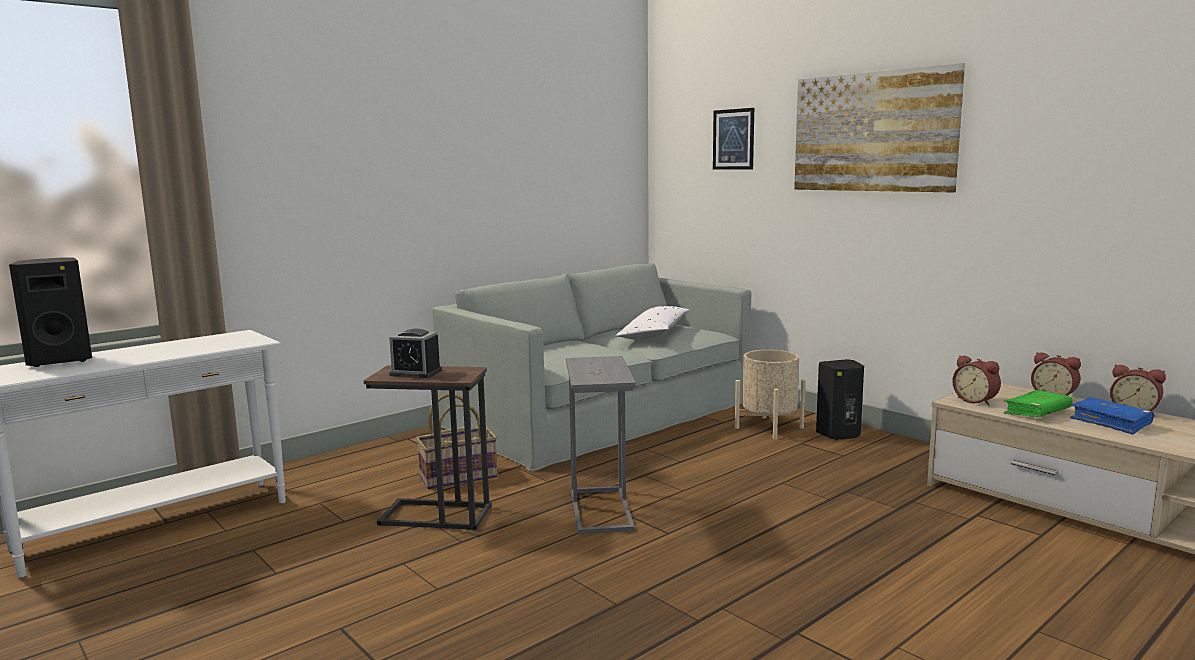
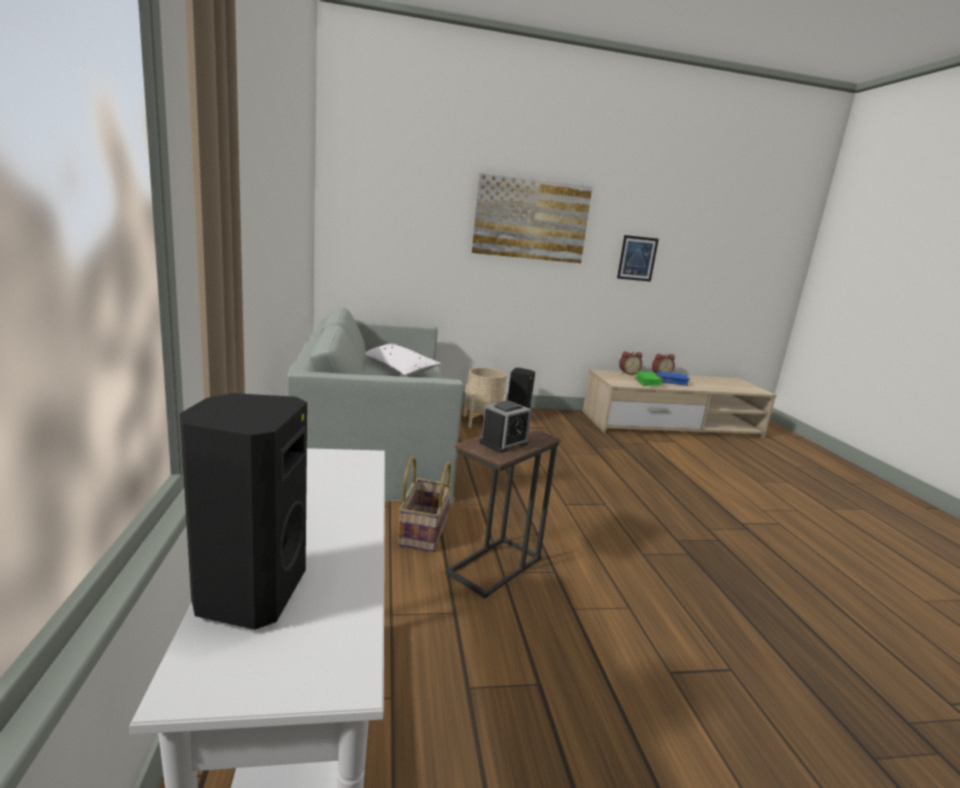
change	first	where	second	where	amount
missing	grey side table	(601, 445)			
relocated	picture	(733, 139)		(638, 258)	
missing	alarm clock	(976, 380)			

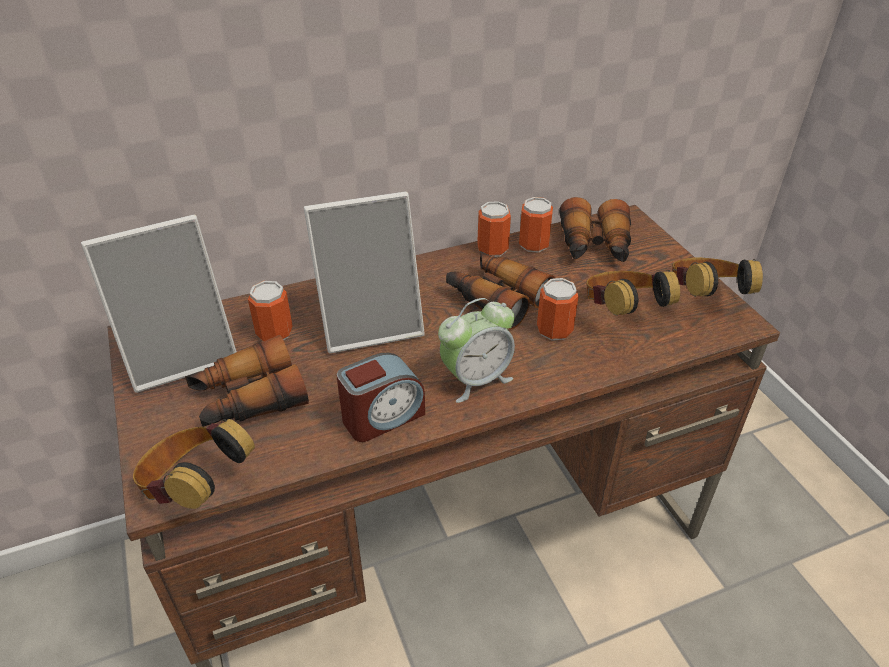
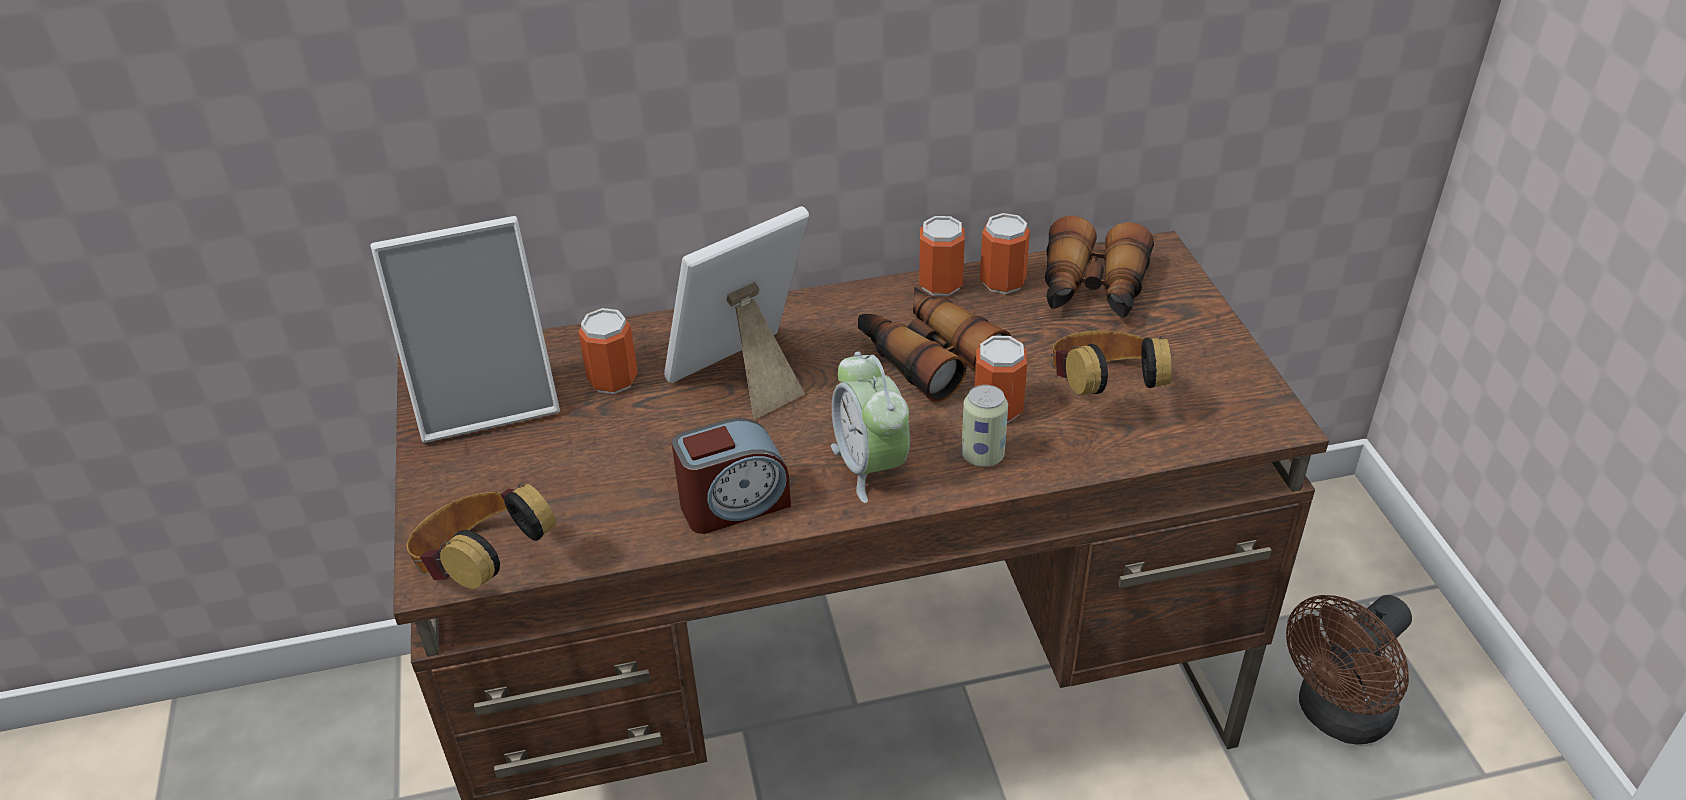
change	first	where	second	where	amount
missing	binoculars	(247, 380)			
spun	picture frame	(364, 272)		(736, 312)	150 degrees clockwise
spun	alarm clock	(476, 350)		(870, 427)	90 degrees clockwise
missing	headphones	(717, 277)			
appeared			can	(984, 426)	
appeared			brown fan	(1349, 670)	

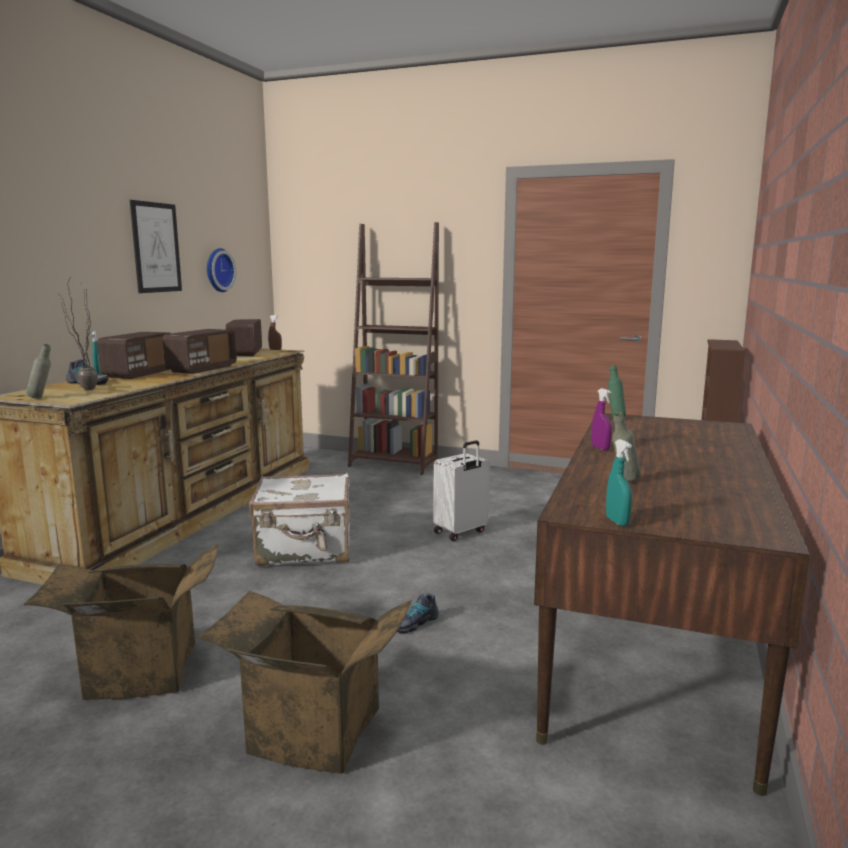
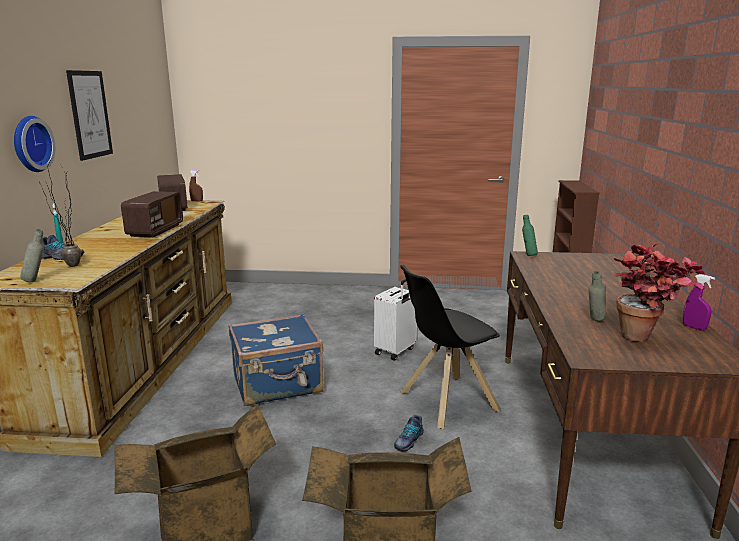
change	first	where	second	where	amount
missing	radio	(133, 355)			
relocated	wall clock	(221, 270)		(34, 144)	
colour	white suitcase	(299, 519)	blue suitcase	(275, 360)	
missing	brown bookcase	(393, 348)			
relocated	purple spray bottle	(601, 419)		(699, 302)	
missing	turquoise spray bottle	(619, 482)			
appeared			black chair	(450, 347)	
appeared			potted plant	(659, 293)	

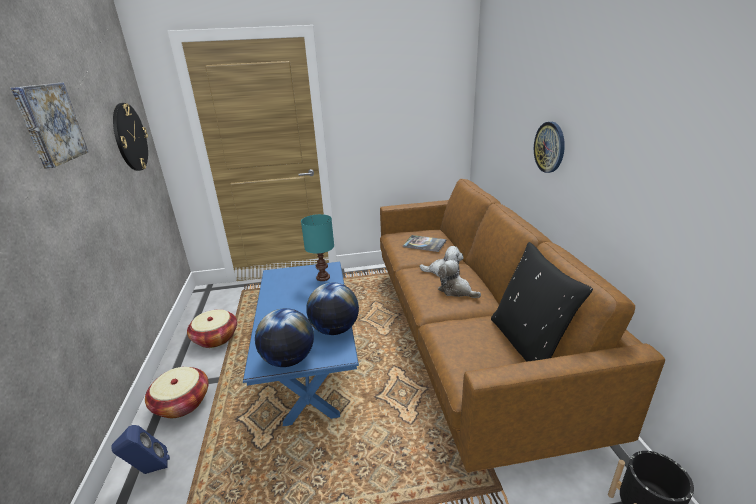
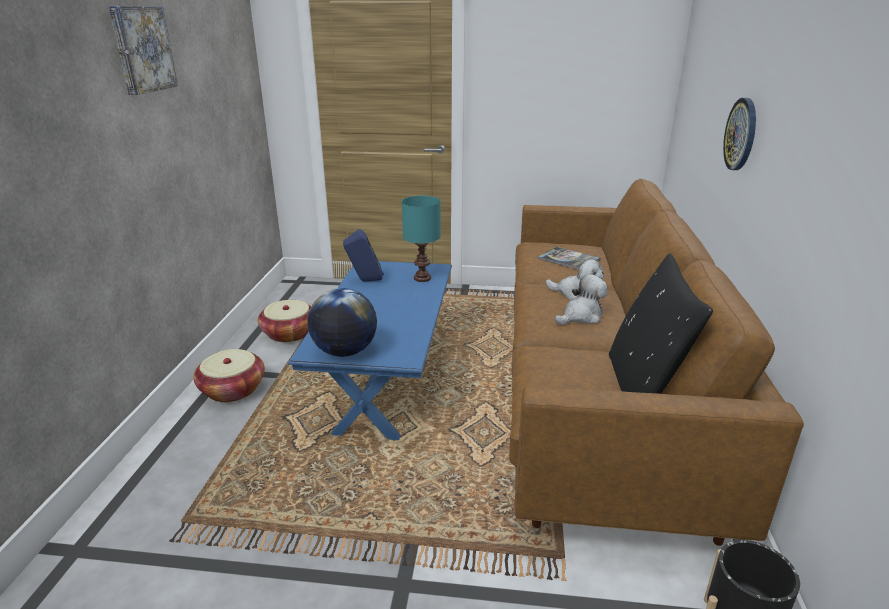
change	first	where	second	where	amount
relocated	blue speaker	(140, 449)		(363, 255)	
missing	wall clock	(130, 137)			
missing	globe	(332, 308)			
spun	plush toy	(459, 279)		(581, 299)	90 degrees clockwise

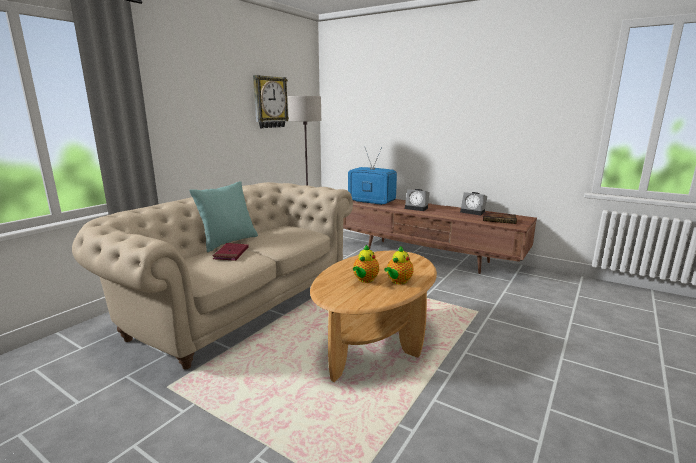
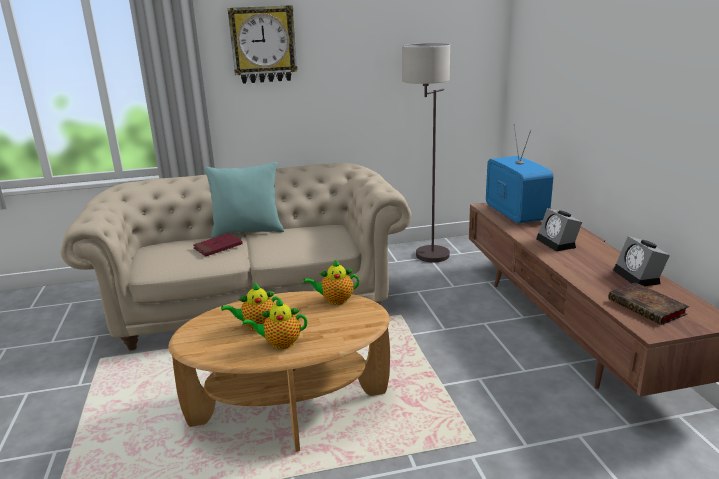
change	first	where	second	where	amount
relocated	wall clock	(271, 101)		(263, 44)	
appeared			teapot	(331, 282)	

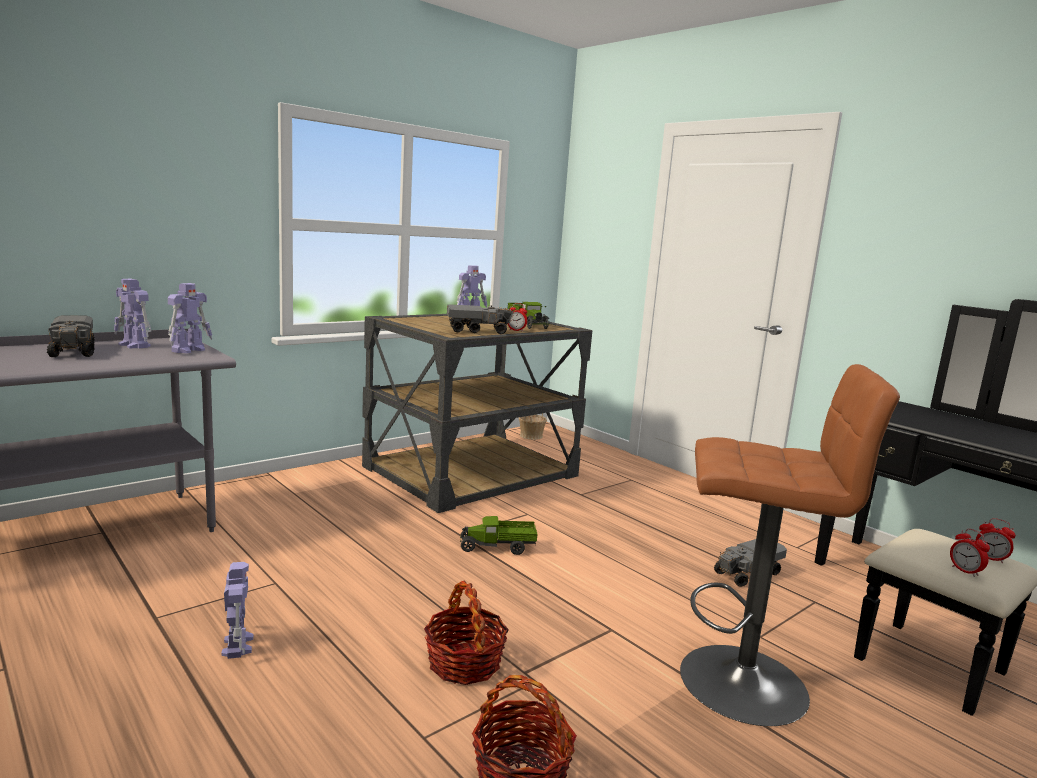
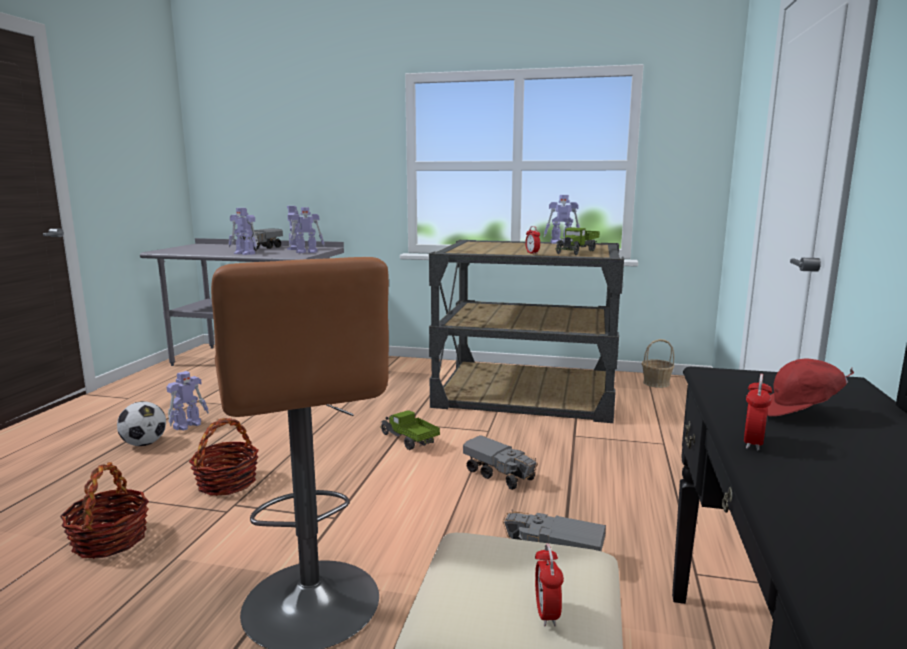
change	first	where	second	where	amount
relocated	toy truck	(480, 319)		(500, 462)	
relocated	alarm clock	(970, 553)		(758, 412)	
appeared			football	(141, 423)	
appeared			toy robot	(243, 231)	
appeared			red cap	(810, 387)	

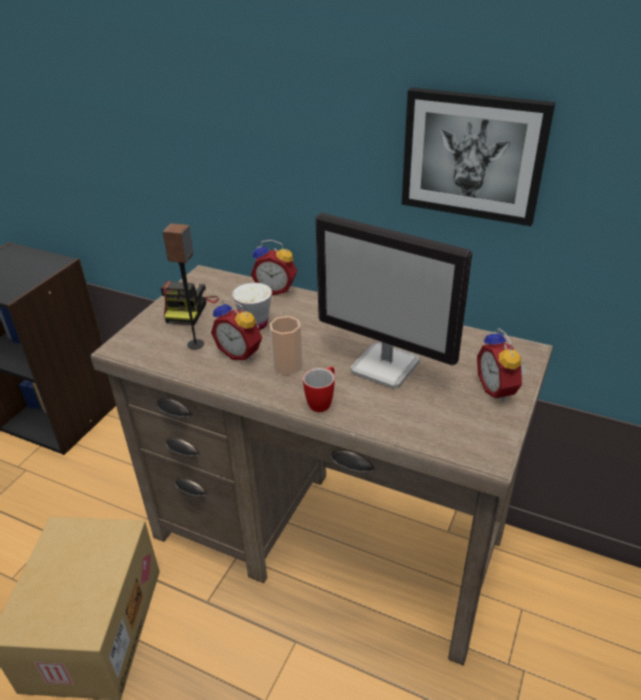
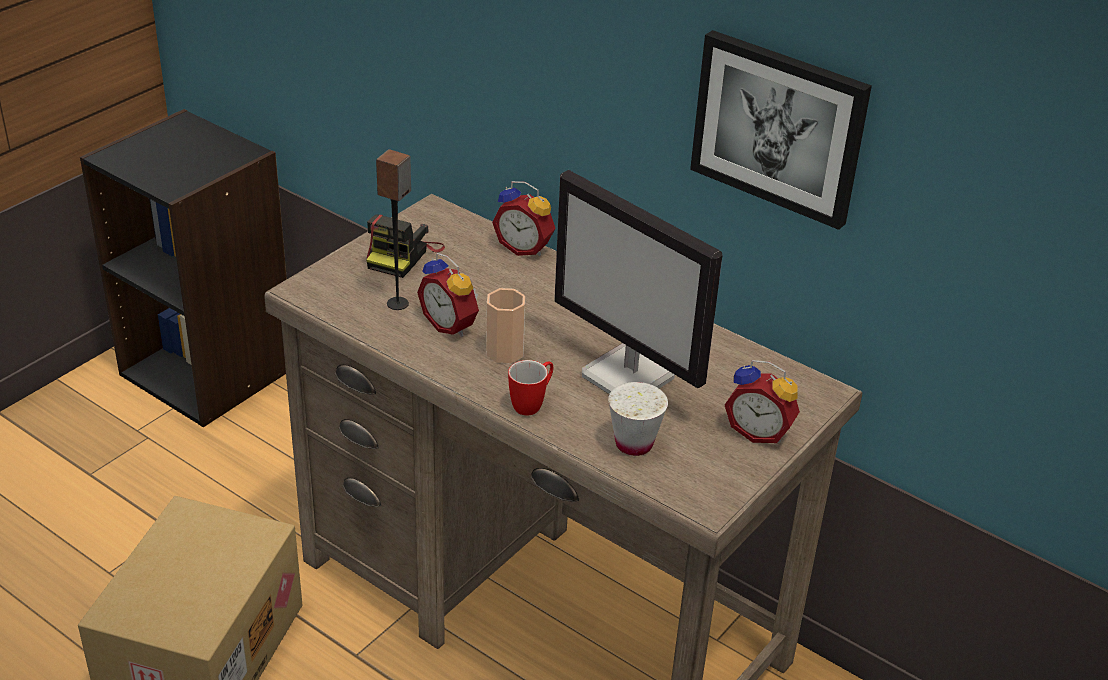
change	first	where	second	where	amount
relocated	white cup	(252, 306)		(638, 419)	
spun	alarm clock	(501, 365)		(762, 401)	60 degrees counterclockwise

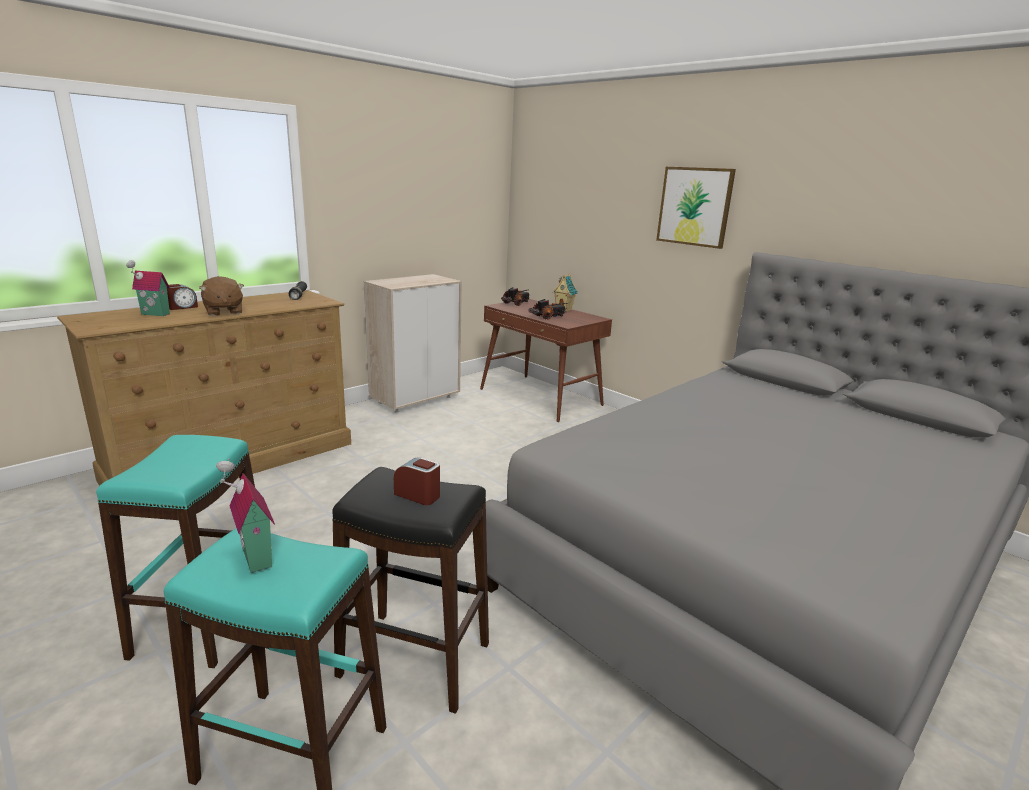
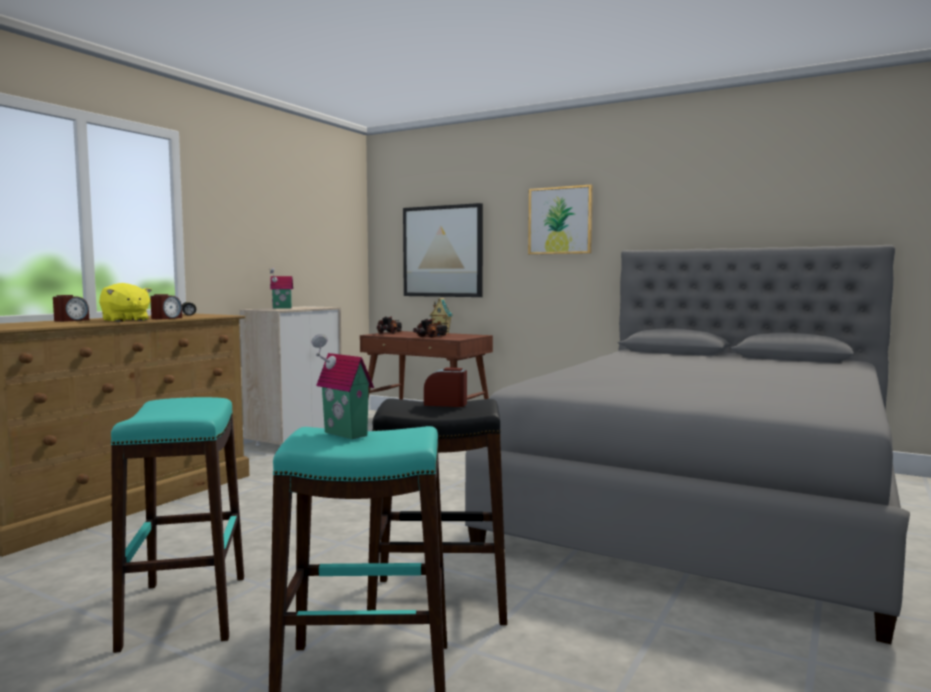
change	first	where	second	where	amount
relocated	toy house	(148, 288)		(281, 288)	
colour	brown plush toy	(221, 296)	yellow plush toy	(125, 302)	
appeared			alarm clock	(166, 306)	
appeared			picture	(443, 250)	

